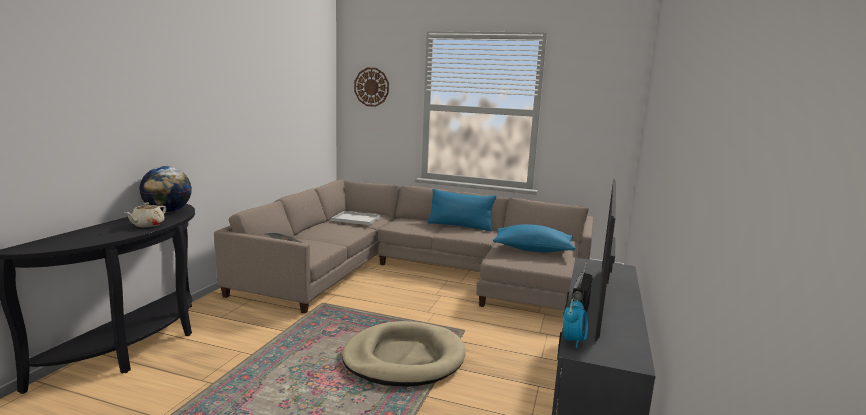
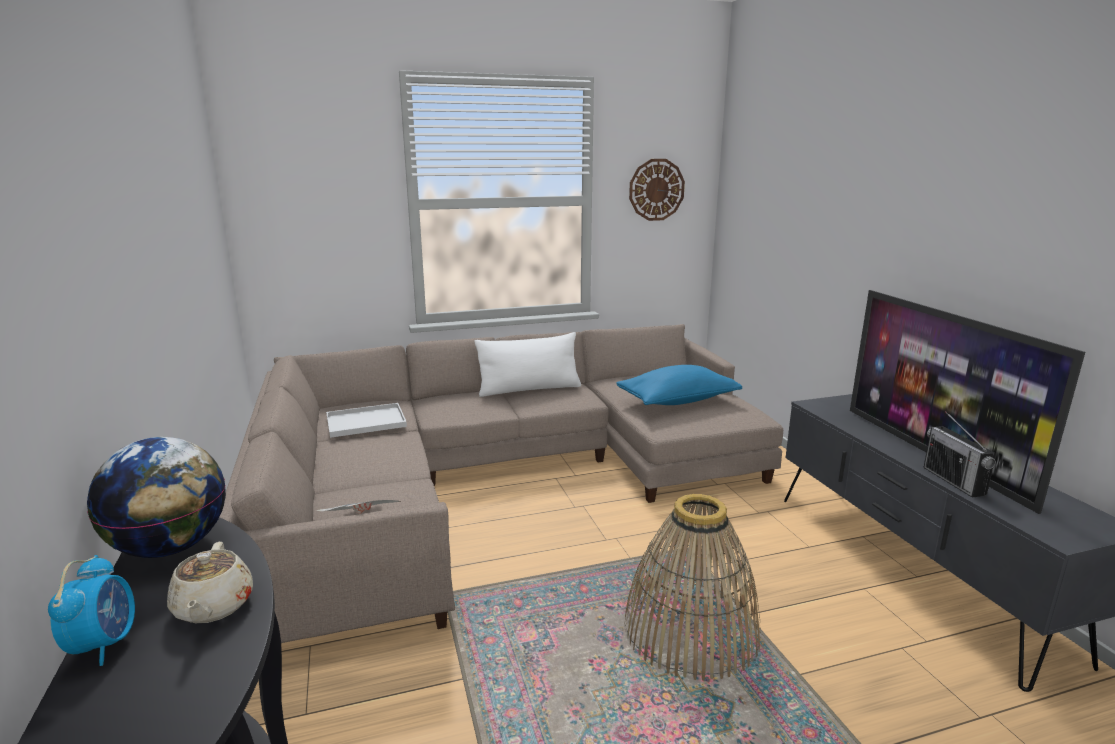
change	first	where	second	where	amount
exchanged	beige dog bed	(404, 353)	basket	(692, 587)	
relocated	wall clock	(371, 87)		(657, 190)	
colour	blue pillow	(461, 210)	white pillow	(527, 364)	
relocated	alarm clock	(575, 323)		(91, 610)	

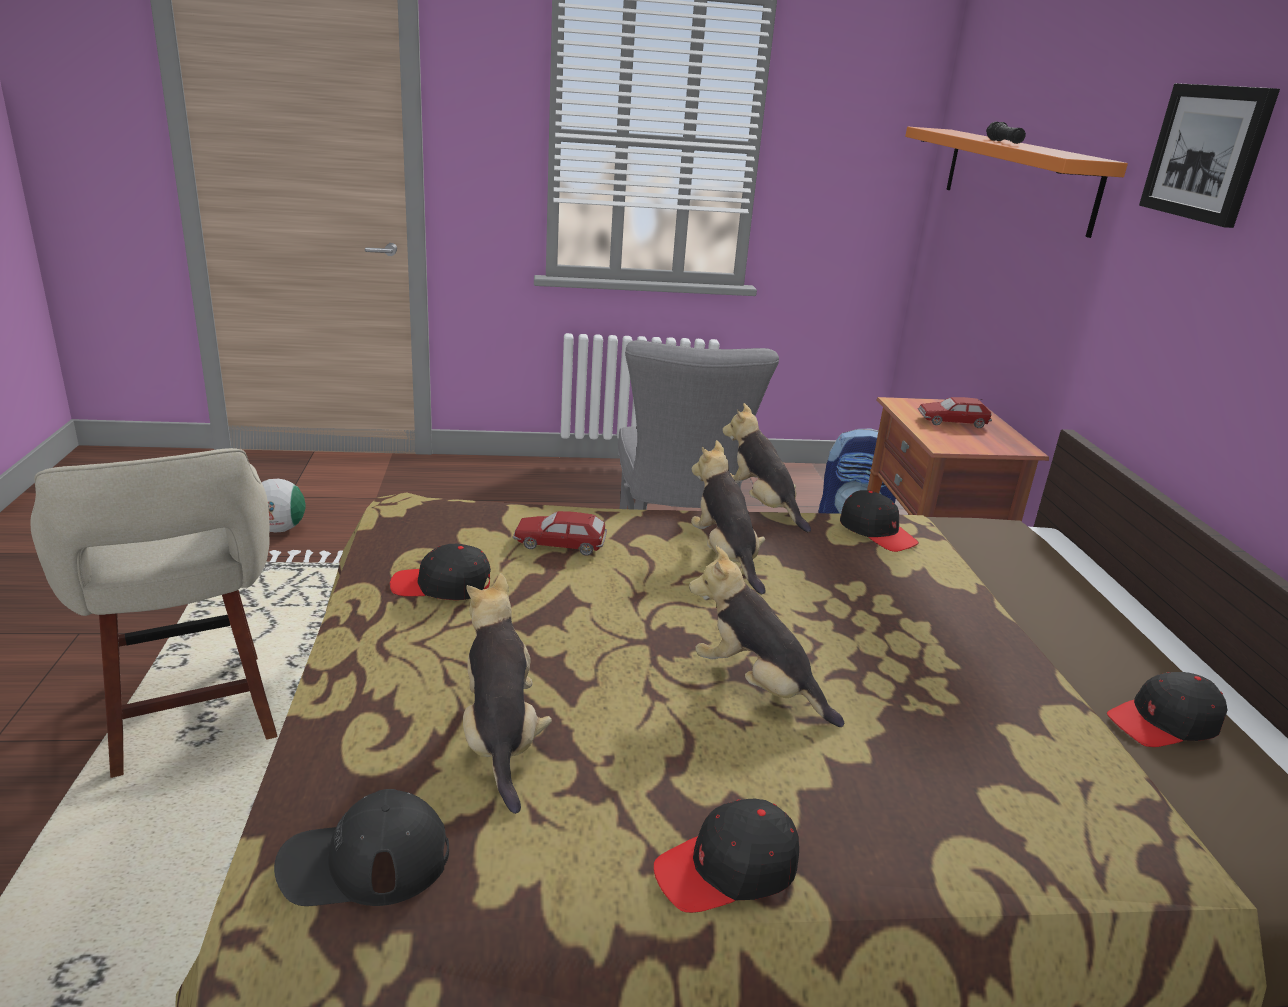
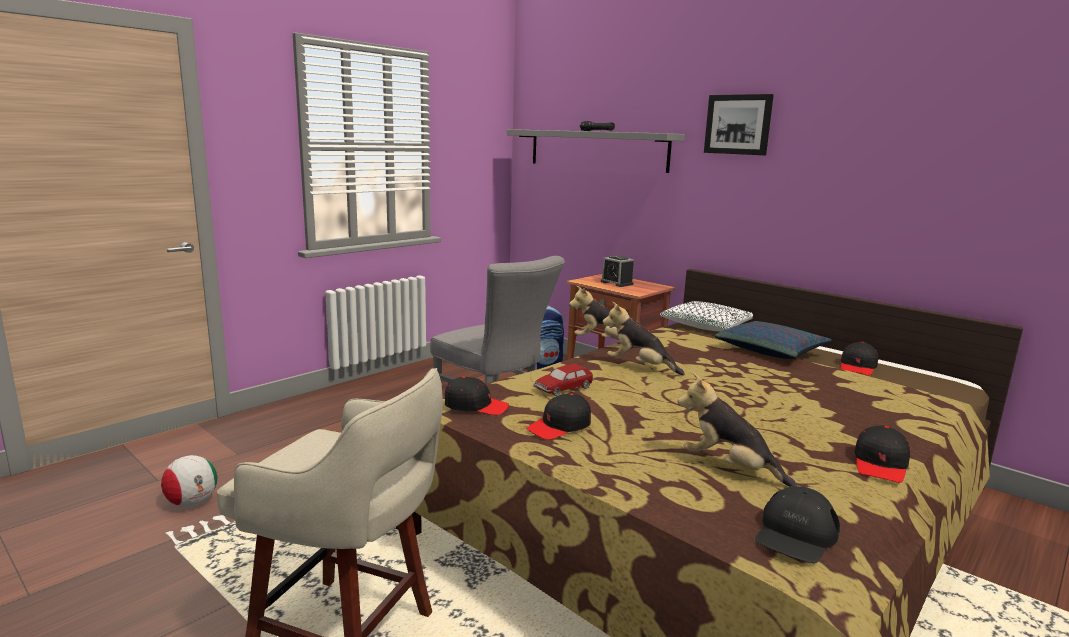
change	first	where	second	where	amount
missing	plush toy	(767, 636)			
relocated	black cap	(879, 521)		(477, 395)	
colour	orange shelf	(1016, 182)	grey shelf	(596, 151)	
exchanged	toy car	(955, 412)	alarm clock	(617, 271)	
appeared			white pillow	(706, 316)	
appeared			blue pillow	(773, 340)	

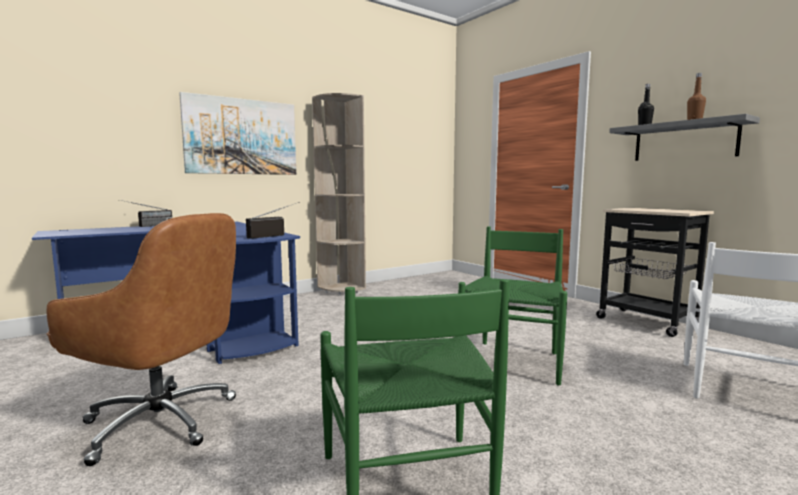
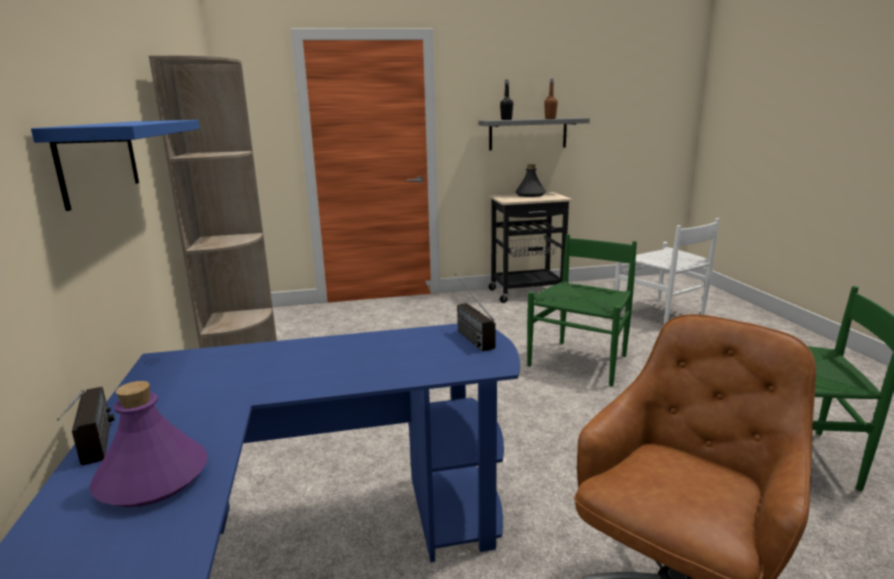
change	first	where	second	where	amount
exchanged	picture	(237, 133)	blue shelf	(115, 165)	
spun	green chair	(512, 306)		(582, 310)	75 degrees clockwise
appeared			purple bottle	(148, 444)	
appeared			grey bottle	(530, 180)	

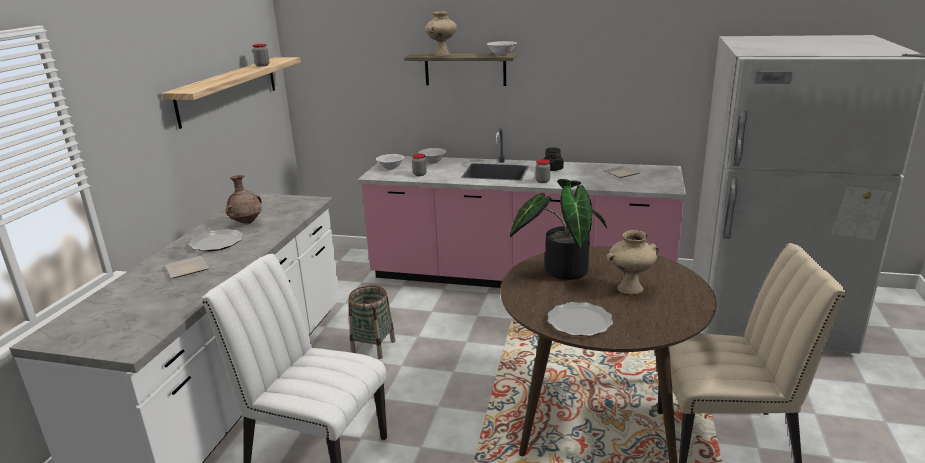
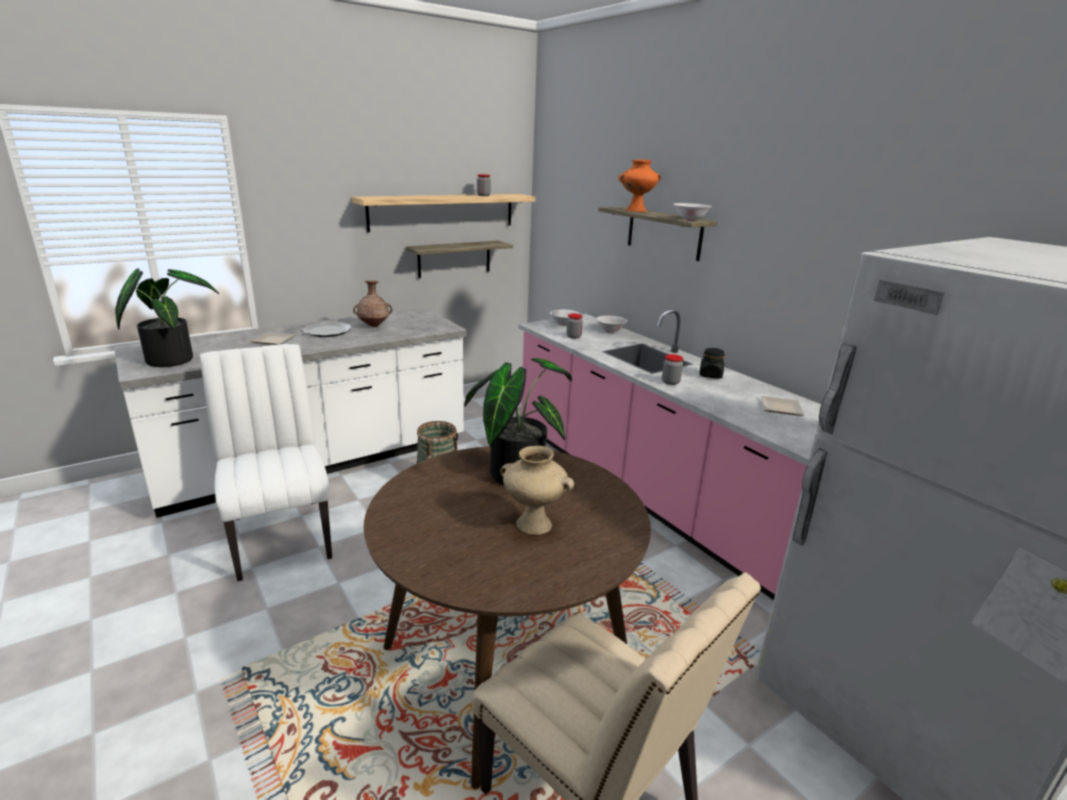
change	first	where	second	where	amount
colour	beige vase	(441, 33)	orange vase	(639, 186)	
missing	plate	(580, 319)			
appeared			potted plant	(167, 317)	
appeared			shelf	(459, 259)	

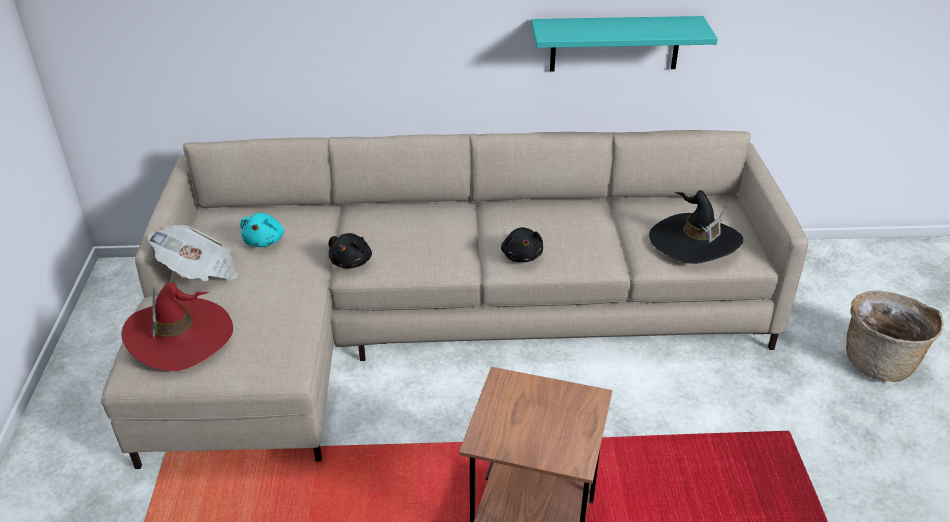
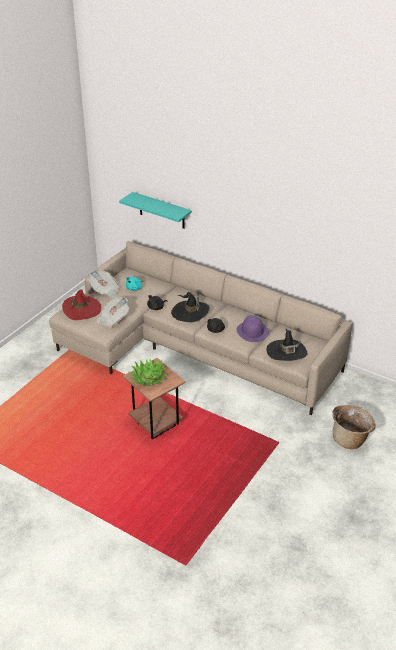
change	first	where	second	where	amount
relocated	turquoise shelf	(624, 44)		(155, 210)	
appeared			newspaper	(113, 312)	
appeared			potted plant	(148, 372)	
appeared			black hat	(190, 307)	
appeared			purple hat	(253, 328)	

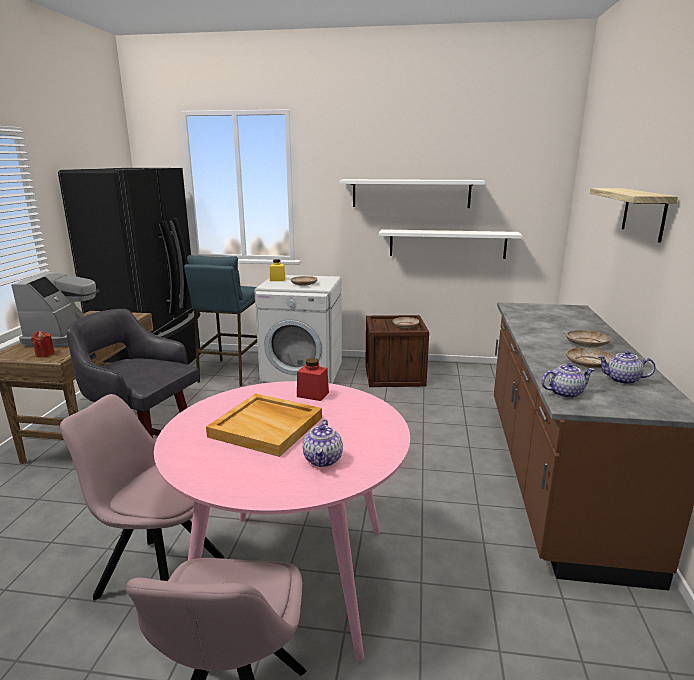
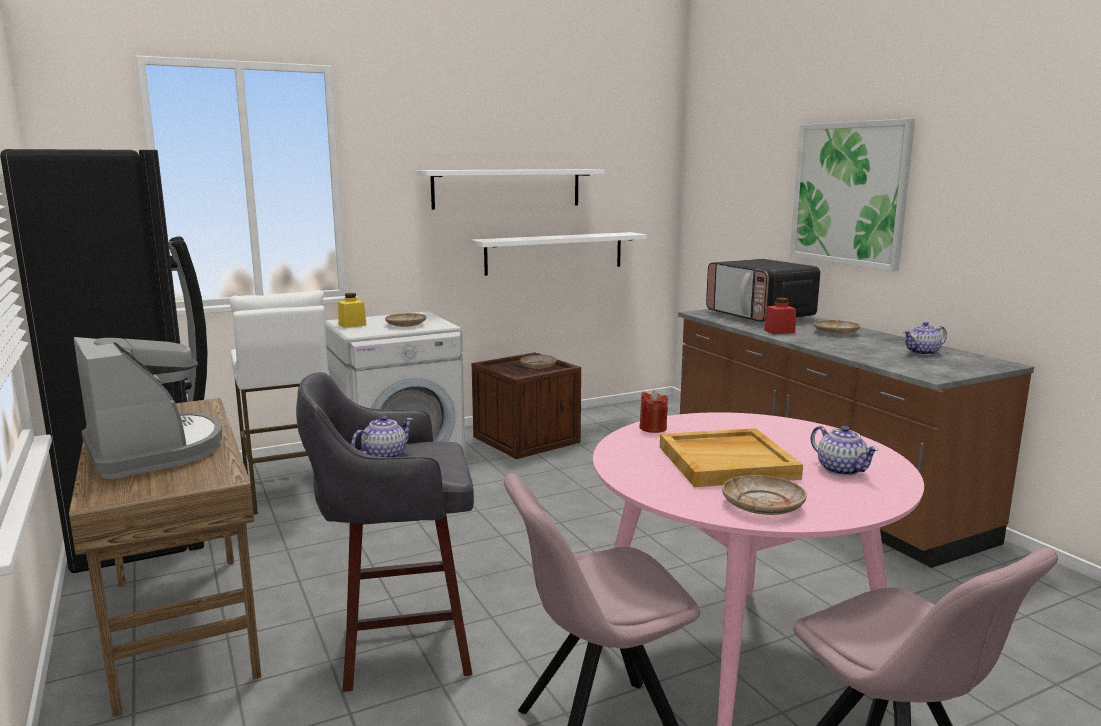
change	first	where	second	where	amount
relocated	red candle	(43, 344)		(654, 411)	
colour	blue stool	(220, 320)	white stool	(279, 402)	
relocated	red jar	(313, 379)		(780, 316)	
relocated	teapot	(567, 380)		(382, 436)	
relocated	beige plate	(590, 358)		(764, 495)	
exchanged	shelf	(634, 215)	picture	(852, 195)	
appeared			microwave	(763, 290)	

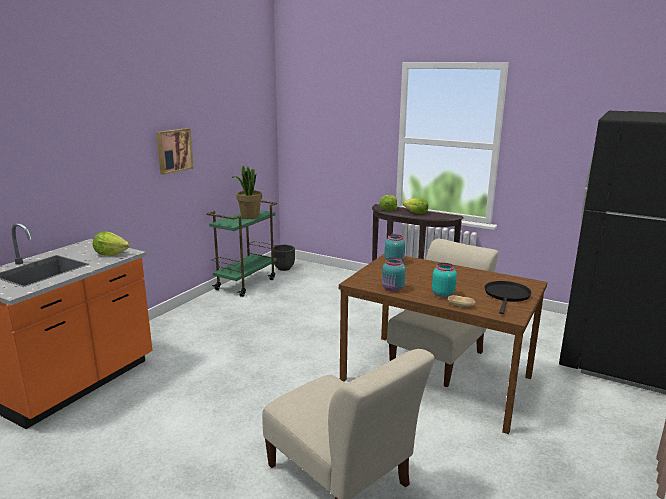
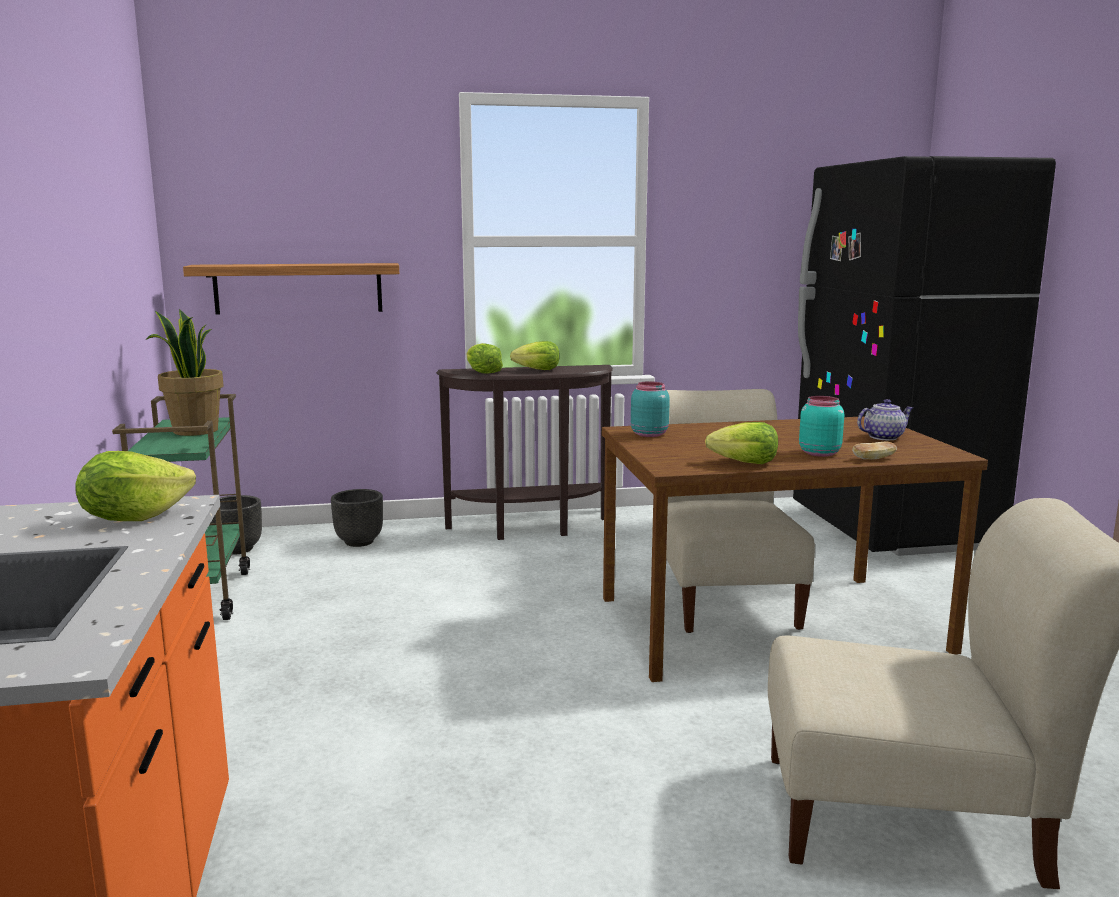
change	first	where	second	where	amount
missing	picture	(175, 151)			
exchanged	turquoise jar	(394, 275)	lettuce	(741, 443)	
exchanged	black frying pan	(508, 297)	teapot	(885, 419)	
appeared			shelf	(291, 288)	
appeared			black planter	(357, 518)	

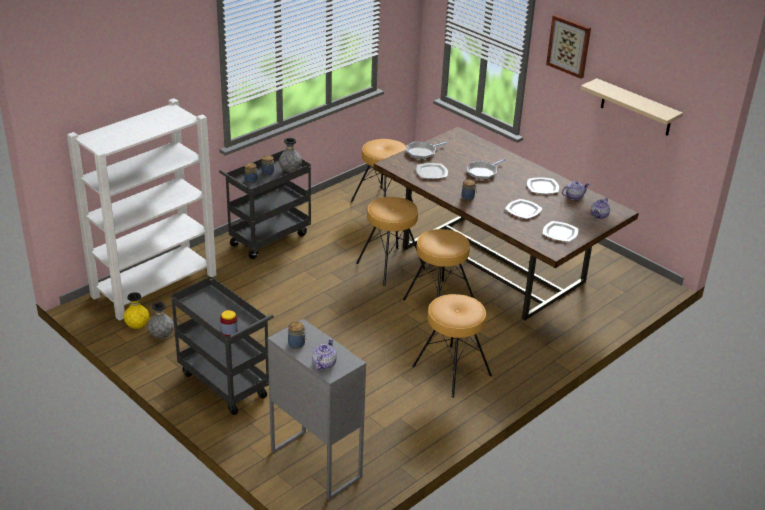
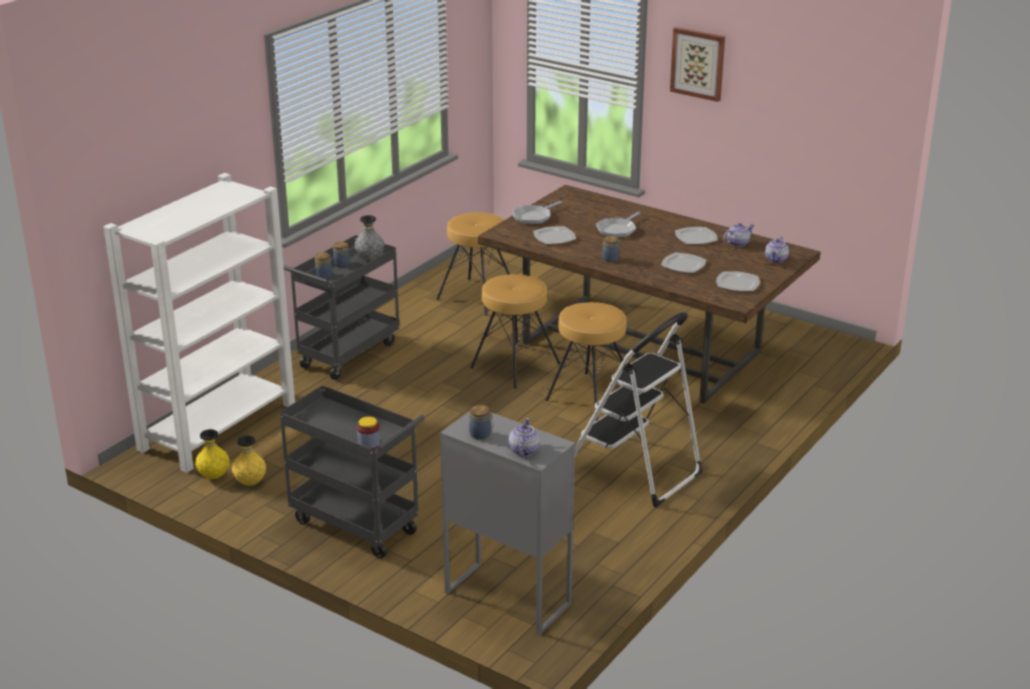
change	first	where	second	where	amount
colour	grey vase	(161, 320)	yellow vase	(249, 461)	
exchanged	brown stool	(452, 346)	step ladder	(638, 409)	
missing	beige shelf	(631, 107)			

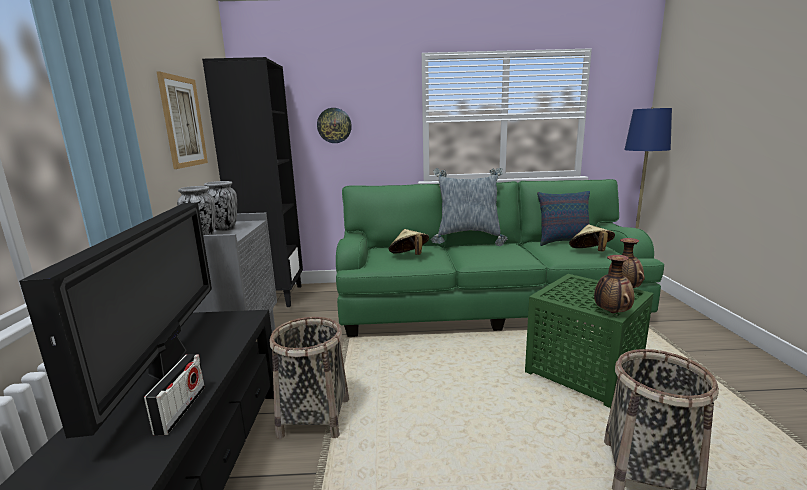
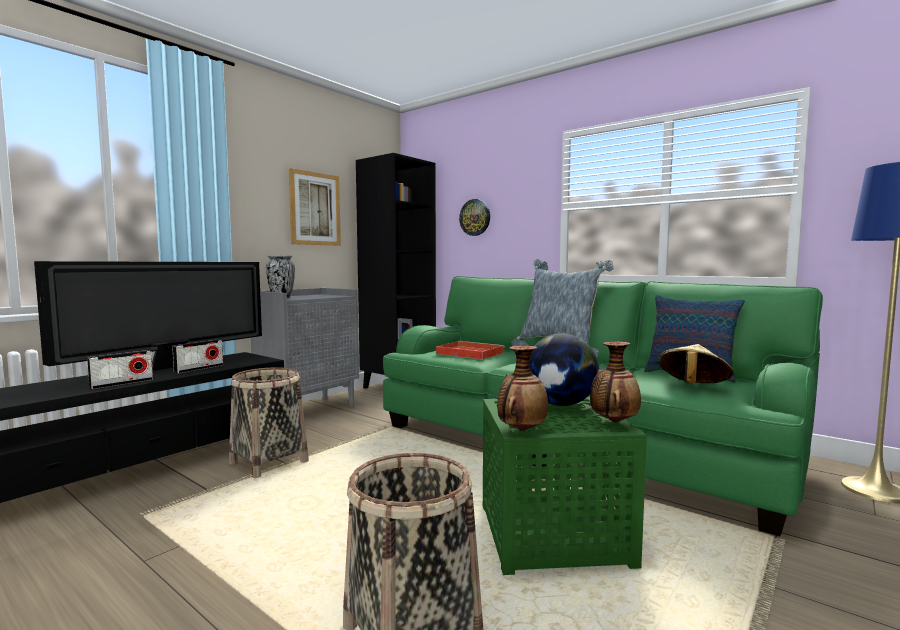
change	first	where	second	where	amount
missing	vase	(220, 206)			
exchanged	beige hat	(409, 242)	red tray	(470, 350)	
appeared			radio	(197, 356)	
appeared			globe	(564, 370)	

